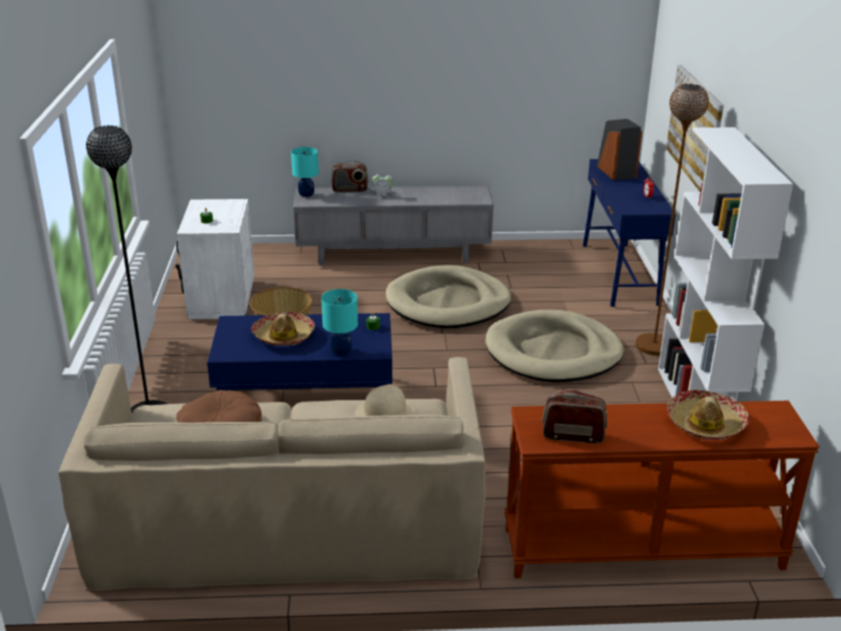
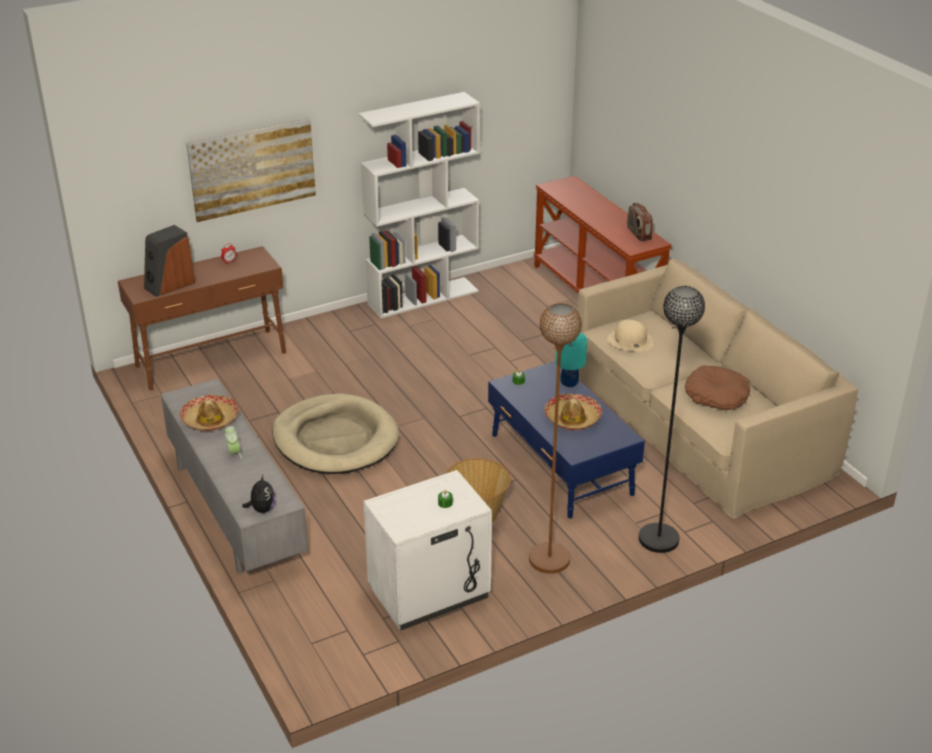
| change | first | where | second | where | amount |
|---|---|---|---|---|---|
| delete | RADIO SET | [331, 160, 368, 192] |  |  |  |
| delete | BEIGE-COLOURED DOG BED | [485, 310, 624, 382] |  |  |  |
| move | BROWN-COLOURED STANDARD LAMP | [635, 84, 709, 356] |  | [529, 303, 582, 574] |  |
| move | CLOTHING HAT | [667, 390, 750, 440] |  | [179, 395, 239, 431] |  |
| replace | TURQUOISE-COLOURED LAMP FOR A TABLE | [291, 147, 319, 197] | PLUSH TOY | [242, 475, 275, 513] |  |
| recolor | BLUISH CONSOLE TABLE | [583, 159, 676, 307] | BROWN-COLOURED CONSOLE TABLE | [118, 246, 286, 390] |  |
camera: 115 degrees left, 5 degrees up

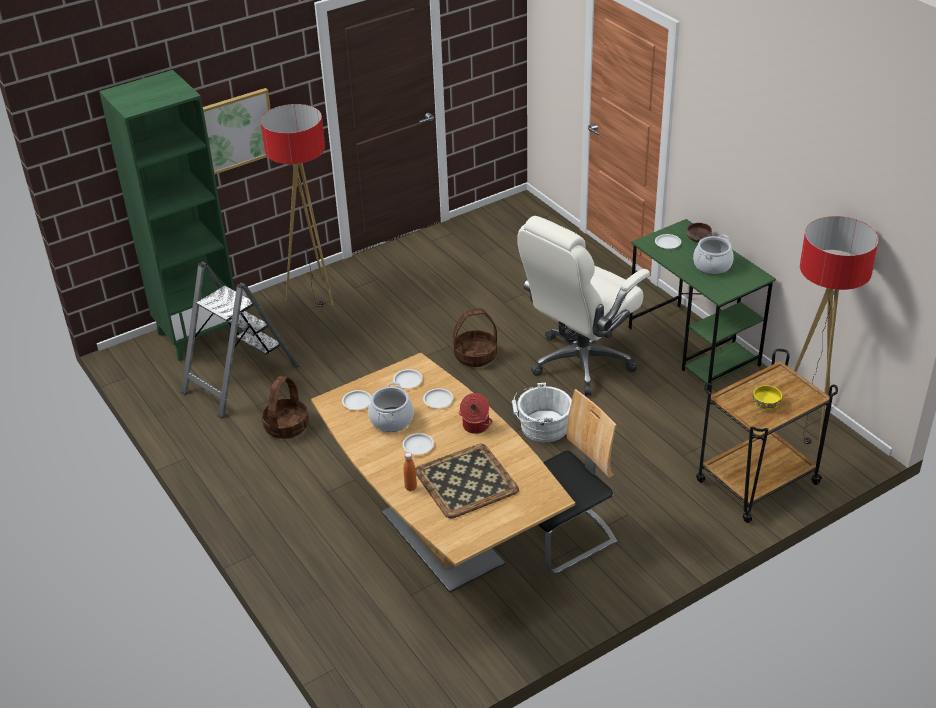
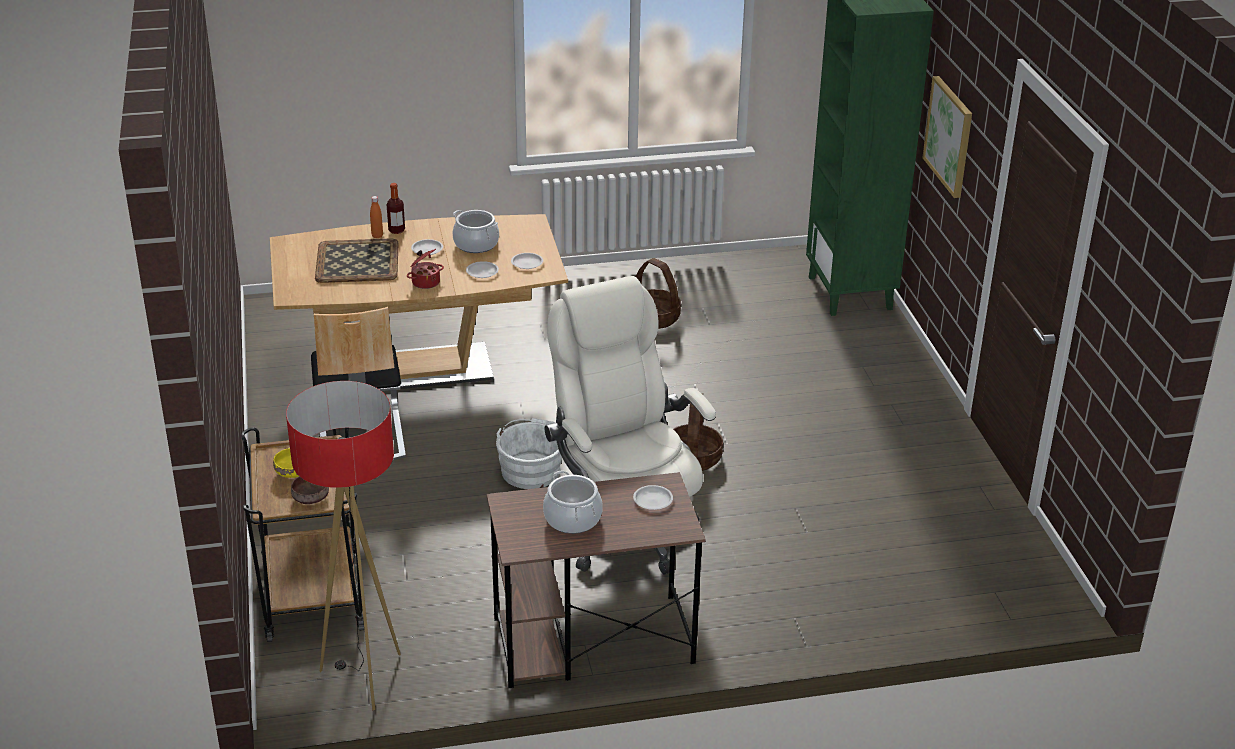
| change | first | where | second | where | amount |
|---|---|---|---|---|---|
| delete | GRAY STEP LADDER | [181, 261, 300, 419] |  |  |  |
| delete | STANDARD LAMP | [261, 104, 333, 307] |  |  |  |
| delete | WHITE-COLOURED FLAT DISH | [342, 390, 372, 410] |  |  |  |
| insert |  |  | BOTTLE | [387, 183, 405, 234] |  |
| move | BROWN-COLOURED DEEP DISH | [687, 223, 712, 242] |  | [291, 476, 329, 504] |  |
| recolor | GREENISH DESK | [629, 219, 776, 391] | BROWN-COLOURED DESK | [487, 472, 706, 688] |  |
camera: 110 degrees right, 5 degrees down

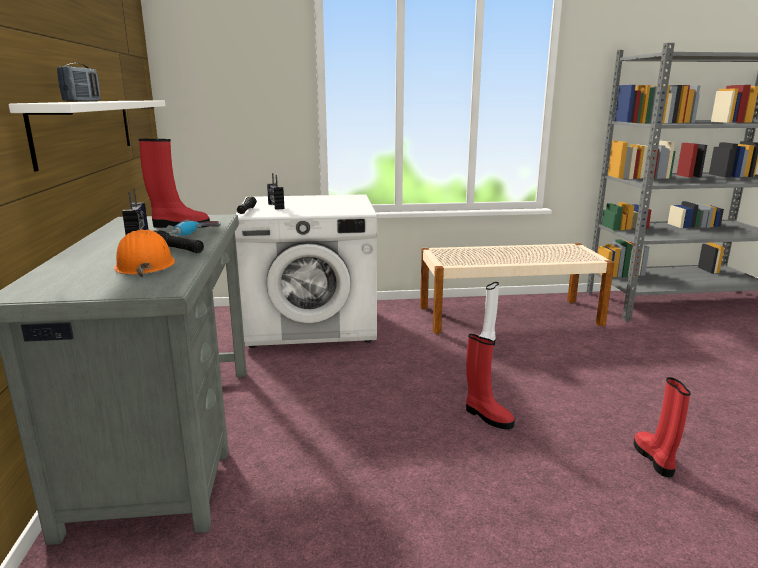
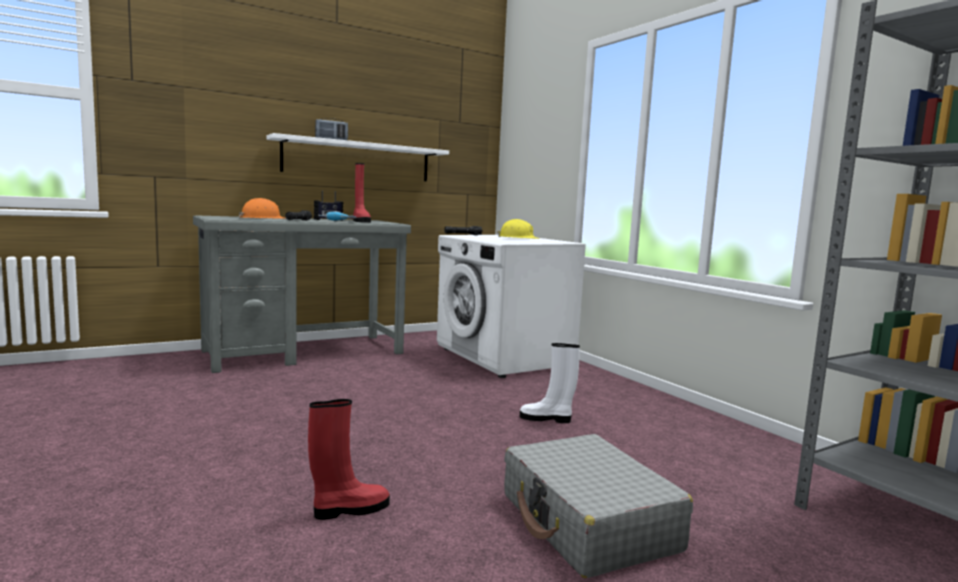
| change | first | where | second | where | amount |
|---|---|---|---|---|---|
| delete | RADIO SET | [267, 173, 284, 210] |  |  |  |
| delete | BEIGE-COLOURED LONG SEAT | [420, 243, 614, 334] |  |  |  |
| delete | REDDISH HIGH-TOP BOOT | [466, 334, 515, 430] |  |  |  |
| insert |  |  | YELLOWISH SAFETY HELMET | [497, 219, 540, 239] |  |
| insert |  |  | GRAY TRAVEL CASE | [504, 434, 693, 578] |  |
camera: 65 degrees right, 10 degrees down

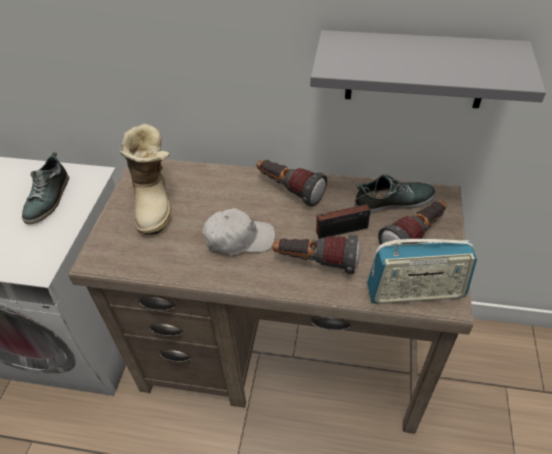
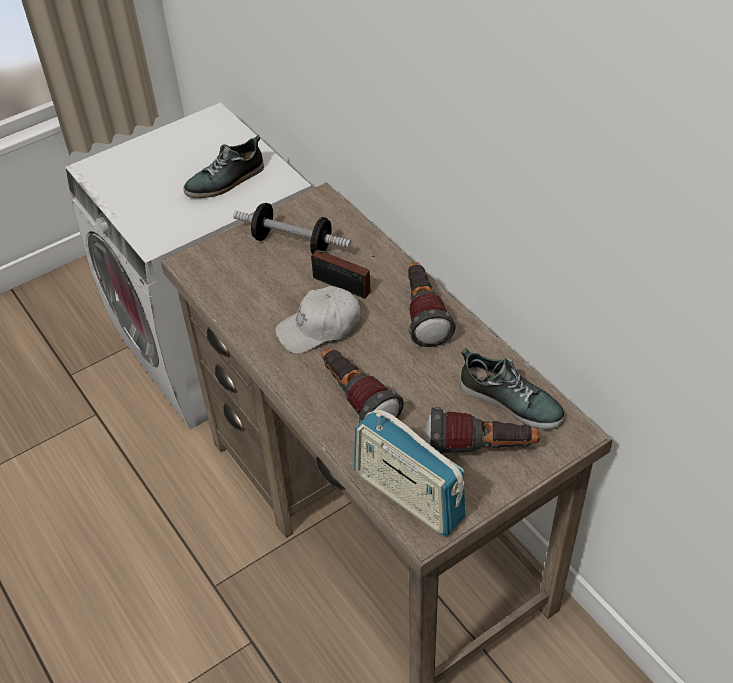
| change | first | where | second | where | amount |
|---|---|---|---|---|---|
| delete | GRAY WALL SHELF | [310, 30, 546, 108] |  |  |  |
| move | RADIO SET | [316, 190, 376, 239] |  | [311, 250, 374, 299] |  |
| replace | HIGH-TOP BOOT | [120, 123, 172, 235] | DUMBBELL | [233, 203, 351, 254] |  |
| rotate | WHITE-COLOURED CAP | [203, 208, 275, 255] |  | [275, 286, 361, 354] | 120 degrees clockwise |
camera: 45 degrees right, 0 degrees up

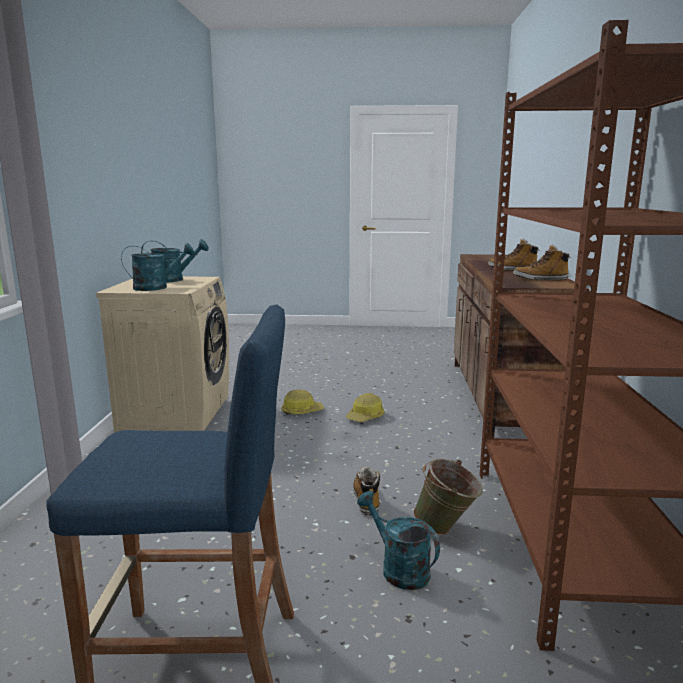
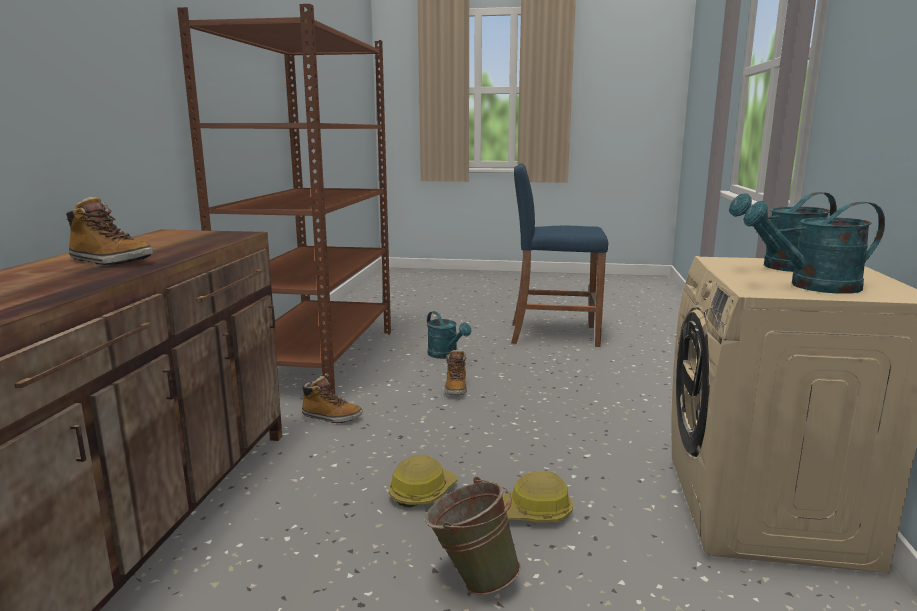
| change | first | where | second | where | amount |
|---|---|---|---|---|---|
| move | GREENISH WATER BUCKET | [413, 458, 483, 535] |  | [425, 477, 521, 595] |  |
| move | HIGH-TOP BOOT | [513, 245, 571, 281] |  | [301, 376, 363, 423] |  |
camera: 175 degrees left, 0 degrees up

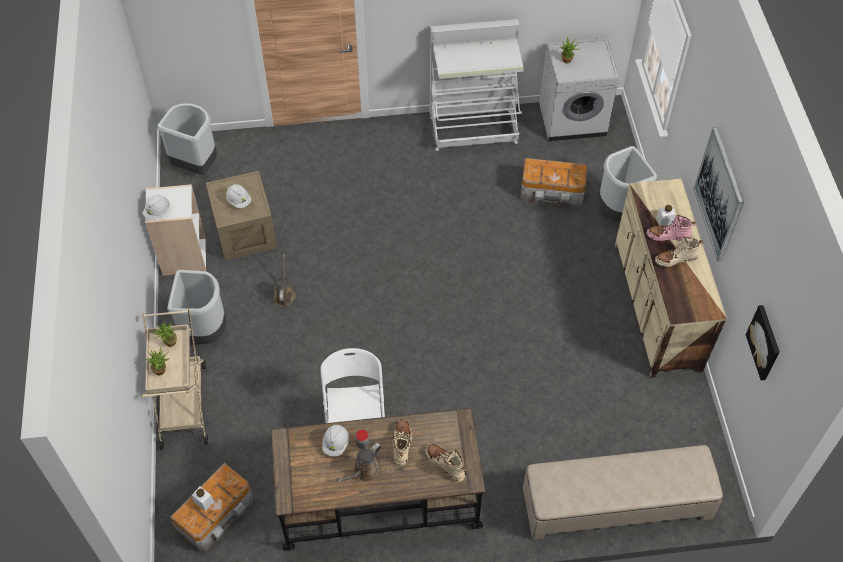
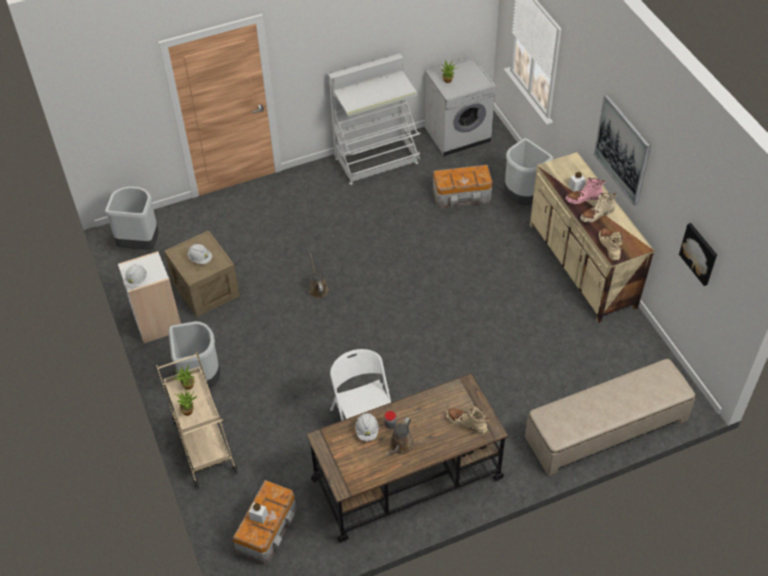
| change | first | where | second | where | amount |
|---|---|---|---|---|---|
| move | BROWN-COLOURED WATERING POT | [273, 254, 296, 306] |  | [309, 253, 329, 298] |  |
| move | BEIGE-COLOURED HIGH-TOP BOOT | [392, 419, 412, 466] |  | [599, 228, 623, 261] |  |
camera: 15 degrees left, 5 degrees down

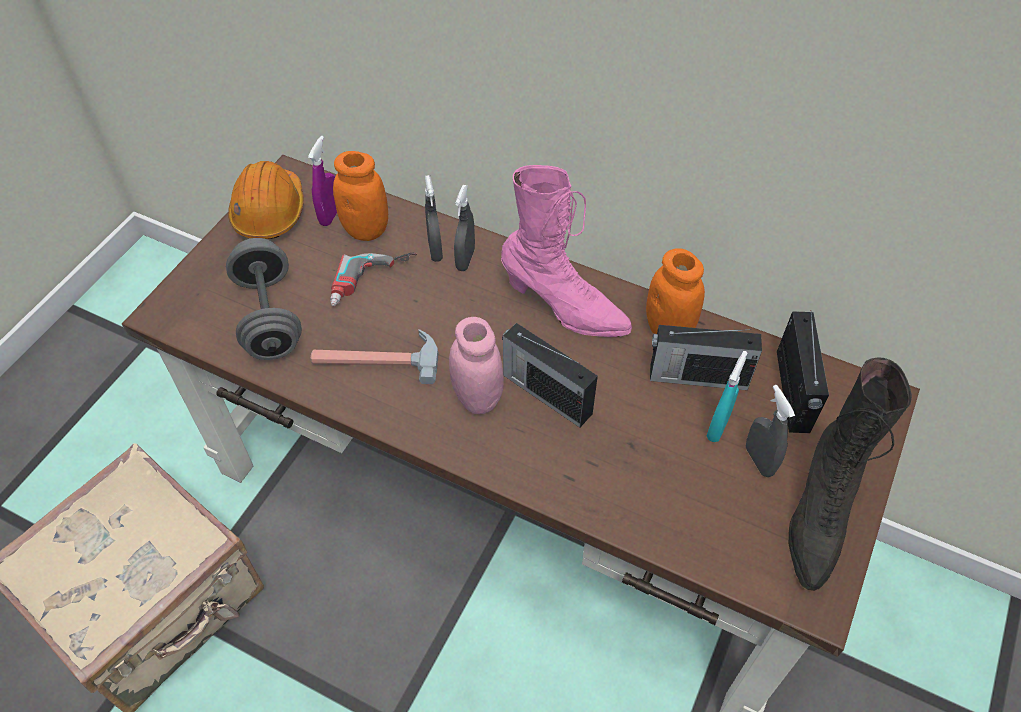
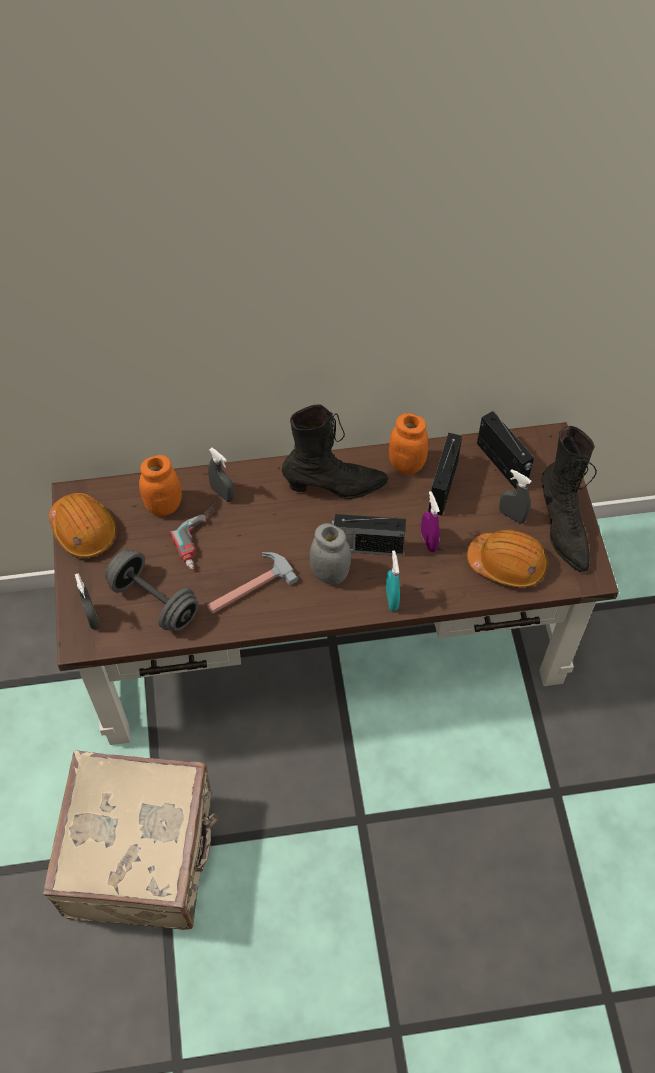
| change | first | where | second | where | amount |
|---|---|---|---|---|---|
| insert |  |  | ORANGEY SAFETY HELMET | [467, 530, 548, 588] |  |
| move | PURPLISH SPRAY BOTTLE | [308, 136, 337, 226] |  | [421, 491, 440, 552] |  |
| move | GRAY SPRAY BOTTLE | [454, 185, 475, 271] |  | [75, 573, 100, 629] |  |
| move | TURQUOISE-COLOURED SPRAY BOTTLE | [707, 351, 747, 442] |  | [386, 550, 400, 611] |  |
| recolor | PINK-COLOURED JAR | [449, 317, 504, 414] | GRAY JAR | [309, 523, 351, 585] |  |
| recolor | PINK-COLOURED HIGH-TOP BOOT | [501, 165, 632, 337] | BLACK-COLOURED HIGH-TOP BOOT | [282, 404, 388, 499] |  |
| rotate | RADIO SET | [650, 325, 762, 390] |  | [428, 433, 462, 516] | 135 degrees clockwise |
camera: 35 degrees left, 5 degrees up

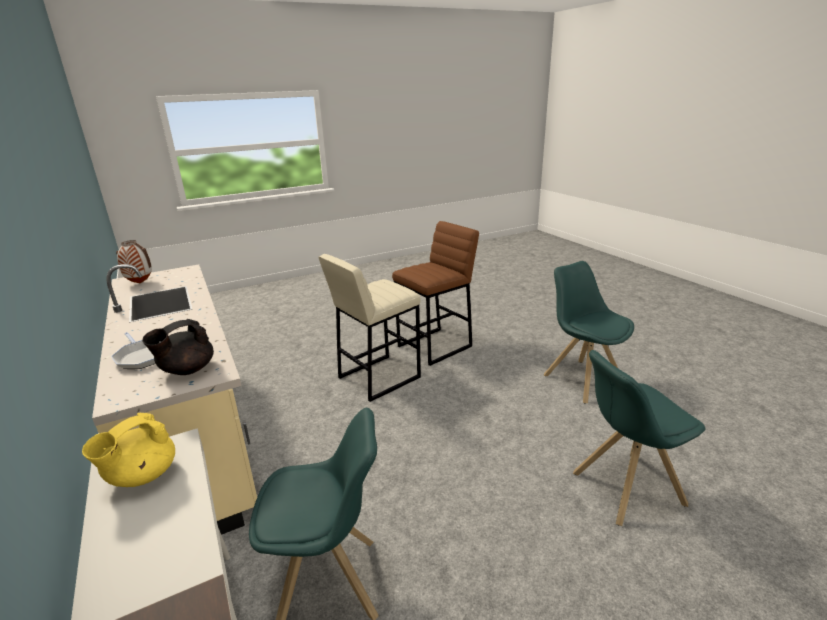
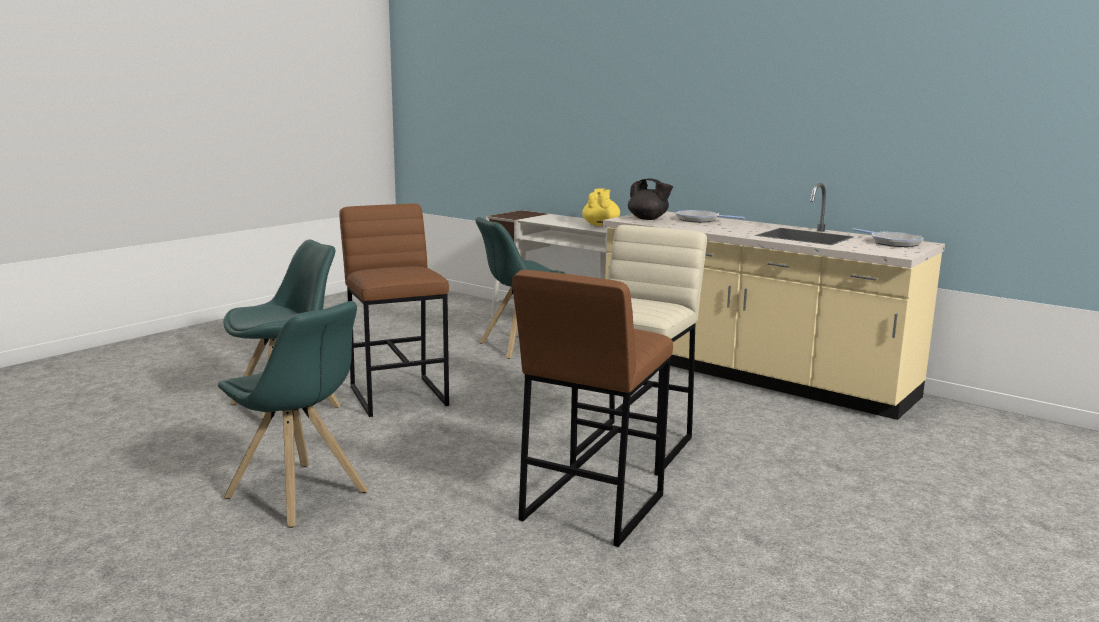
| change | first | where | second | where | amount |
|---|---|---|---|---|---|
| insert |  |  | BROWN-COLOURED SITTING STOOL | [339, 204, 449, 417] |  |
| replace | VASE | [116, 240, 152, 283] | SKILLET | [852, 228, 924, 247] |  |
| rotate | BLACK-COLOURED TEA POT | [142, 319, 214, 375] |  | [628, 179, 673, 220] | 105 degrees clockwise |
camera: 155 degrees right, 10 degrees down

